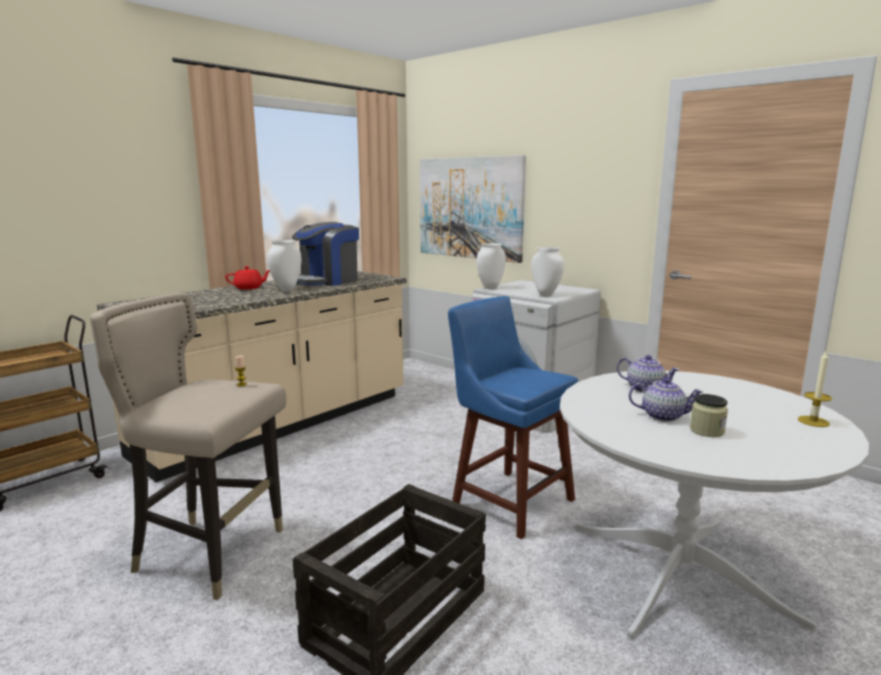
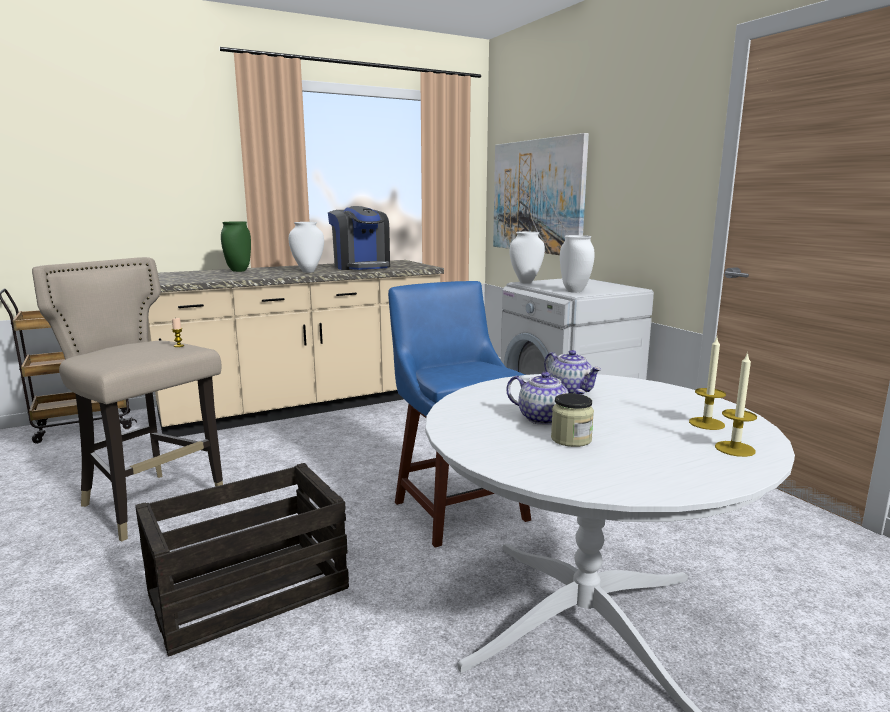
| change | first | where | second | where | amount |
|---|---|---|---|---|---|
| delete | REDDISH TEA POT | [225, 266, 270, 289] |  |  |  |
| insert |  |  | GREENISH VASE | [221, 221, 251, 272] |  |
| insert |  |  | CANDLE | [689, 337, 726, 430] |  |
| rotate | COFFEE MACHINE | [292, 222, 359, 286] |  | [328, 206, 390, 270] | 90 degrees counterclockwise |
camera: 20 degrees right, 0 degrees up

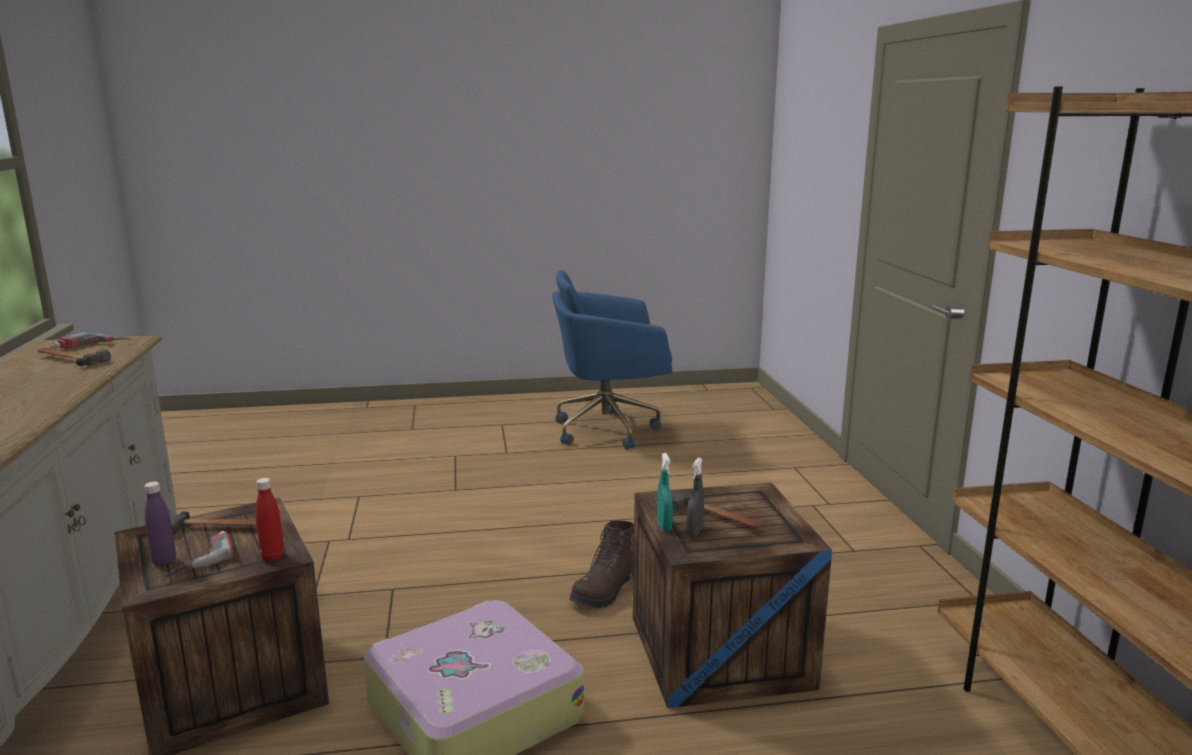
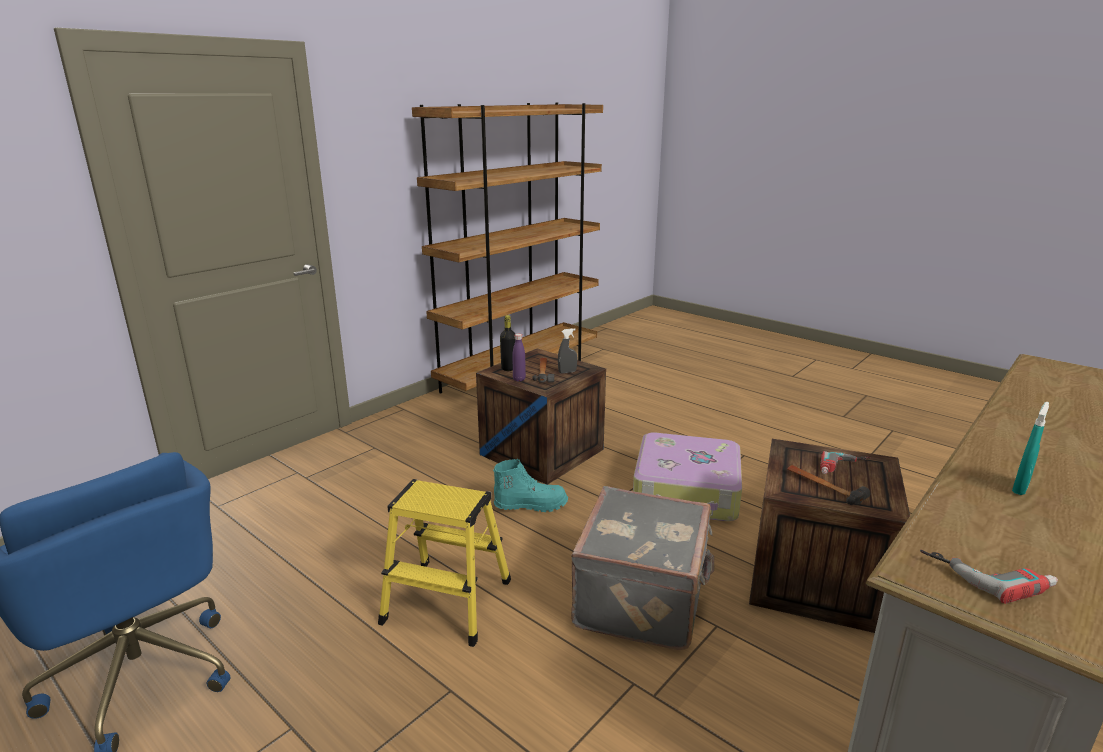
| change | first | where | second | where | amount |
|---|---|---|---|---|---|
| delete | HAND HAMMER | [37, 348, 111, 366] |  |  |  |
| delete | REDDISH BOTTLE | [256, 478, 284, 562] |  |  |  |
| insert |  |  | YELLOWISH STEP LADDER | [378, 479, 511, 647] |  |
| insert |  |  | BLACK-COLOURED BOTTLE | [500, 315, 515, 371] |  |
| insert |  |  | GRAY TRAVEL CASE | [571, 486, 714, 650] |  |
| move | PURPLISH BOTTLE | [144, 481, 176, 566] |  | [512, 334, 526, 381] |  |
| move | TURQUOISE-COLOURED SPRAY BOTTLE | [657, 453, 673, 531] |  | [1012, 402, 1049, 495] |  |
| recolor | BROWN-COLOURED HIGH-TOP BOOT | [569, 521, 634, 608] | TURQUOISE-COLOURED HIGH-TOP BOOT | [493, 459, 568, 512] |  |
camera: 130 degrees left, 5 degrees up

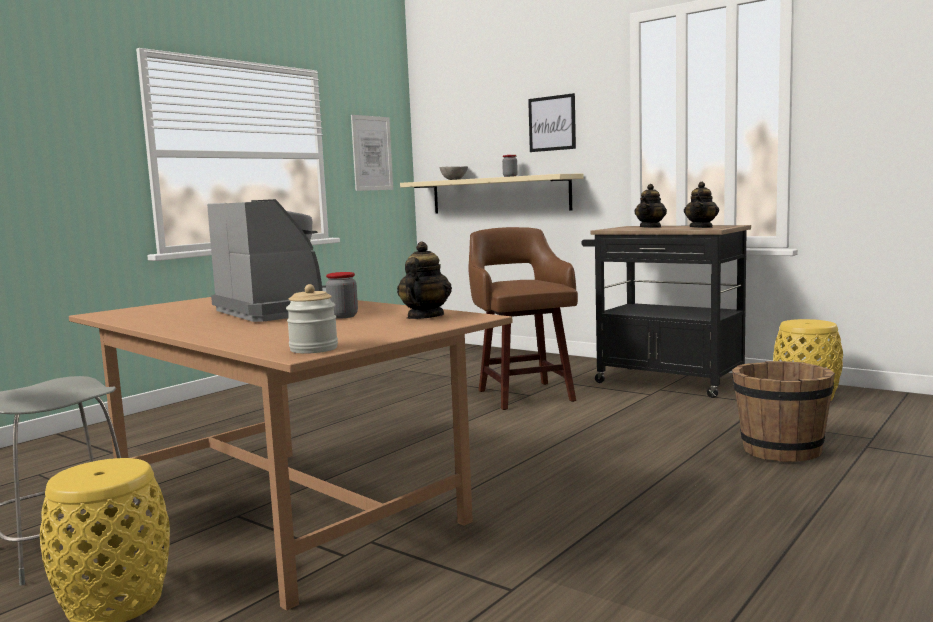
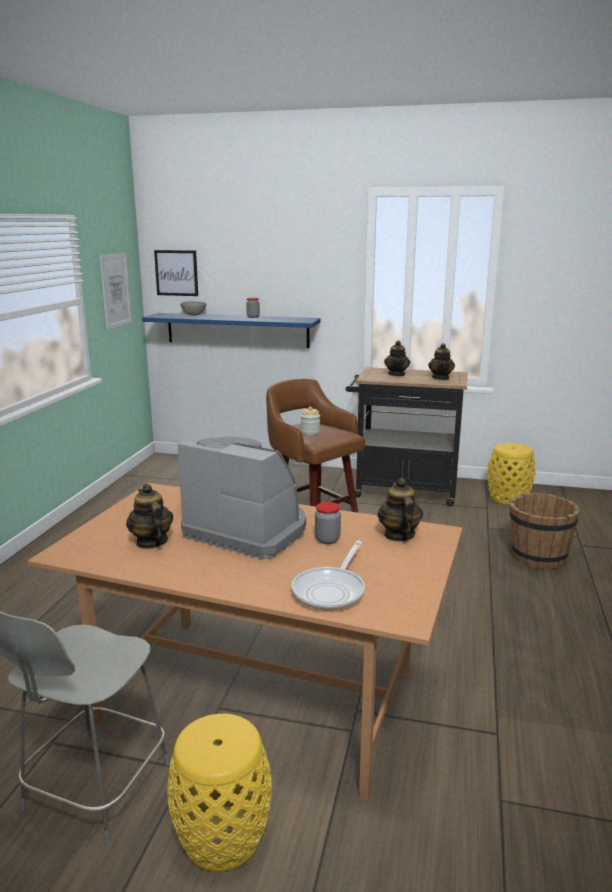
| change | first | where | second | where | amount |
|---|---|---|---|---|---|
| insert |  |  | TEA POT | [126, 484, 173, 549] |  |
| insert |  |  | SKILLET | [292, 541, 365, 610] |  |
| move | JAR | [286, 284, 338, 354] |  | [300, 407, 320, 435] |  |
| move | PICTURE | [528, 93, 576, 152] |  | [154, 250, 198, 296] |  |
| recolor | BEIGE-COLOURED WALL SHELF | [400, 174, 583, 213] | BLUISH WALL SHELF | [142, 313, 321, 348] |  |
camera: 25 degrees left, 10 degrees up

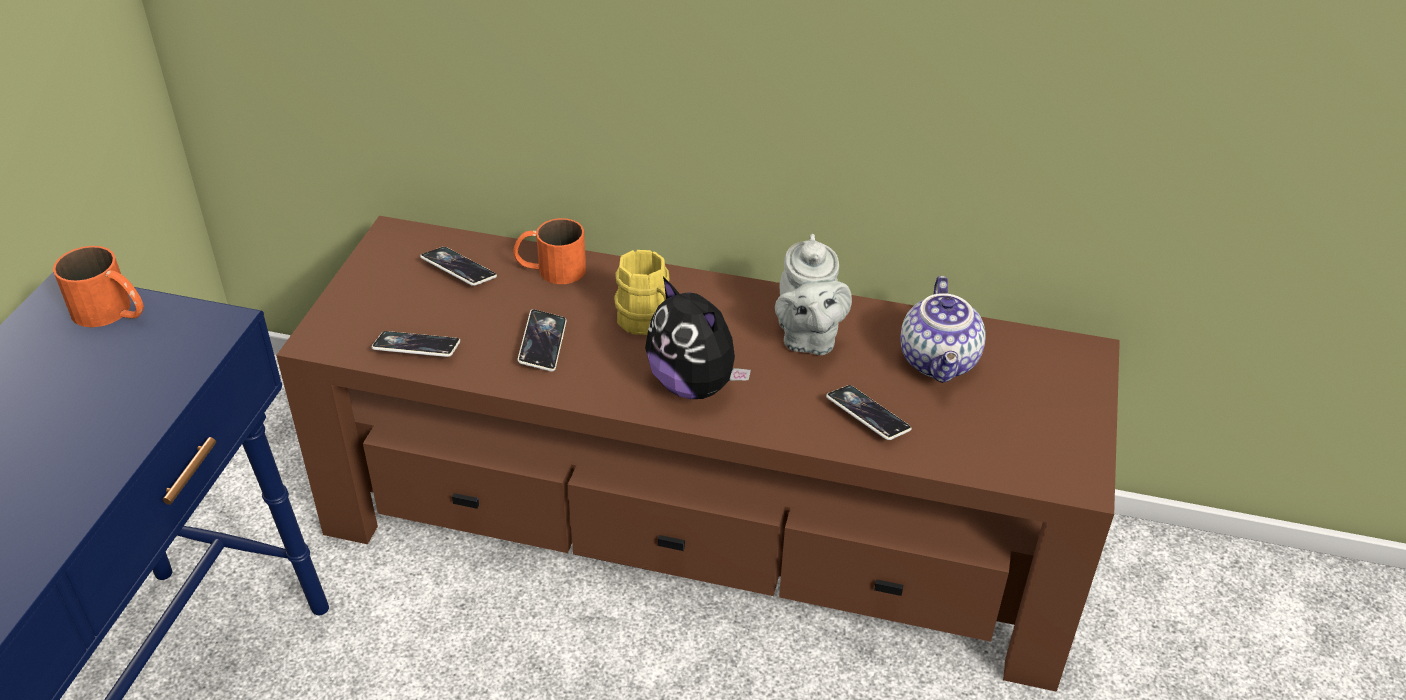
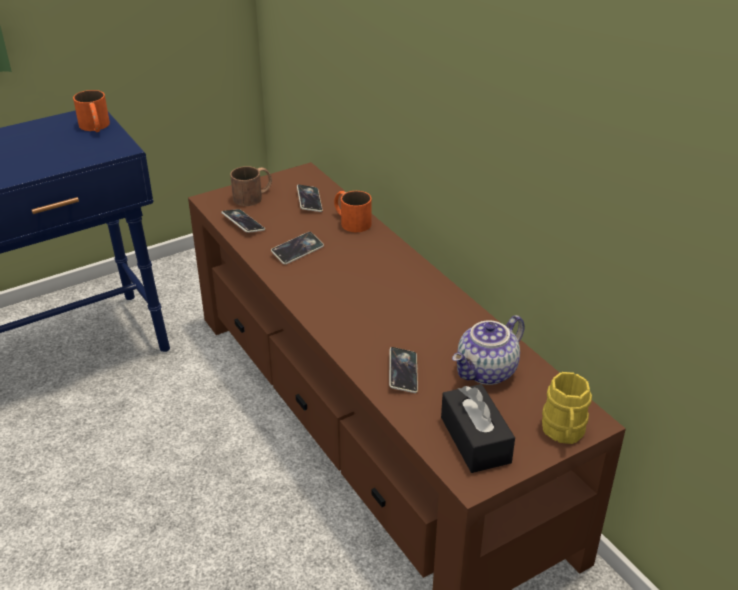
| change | first | where | second | where | amount |
|---|---|---|---|---|---|
| delete | PLUSH TOY | [645, 277, 751, 399] |  |  |  |
| delete | GRAY TEA POT | [775, 234, 852, 355] |  |  |  |
| insert |  |  | BROWN-COLOURED MUG | [230, 166, 272, 206] |  |
| insert |  |  | BLACK-COLOURED TISSUE BOX | [441, 384, 515, 473] |  |
| move | YELLOWISH MUG | [614, 250, 669, 335] |  | [542, 372, 592, 444] |  |
camera: 45 degrees right, 5 degrees down

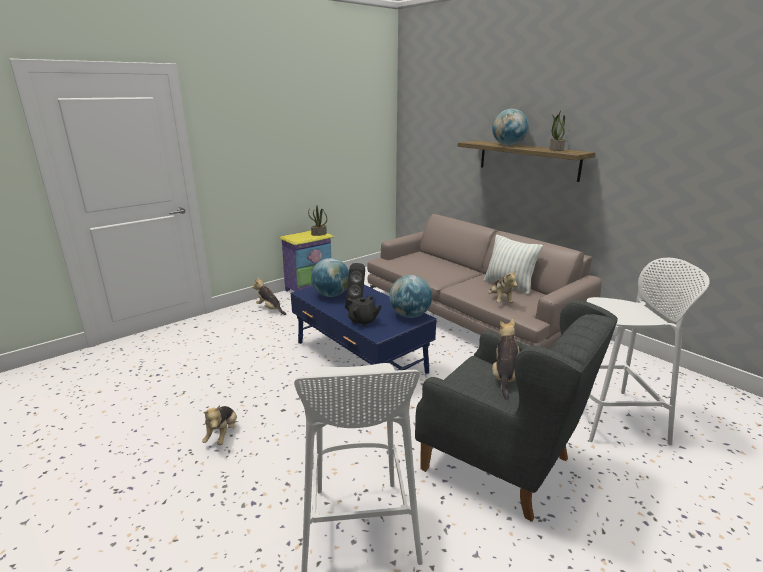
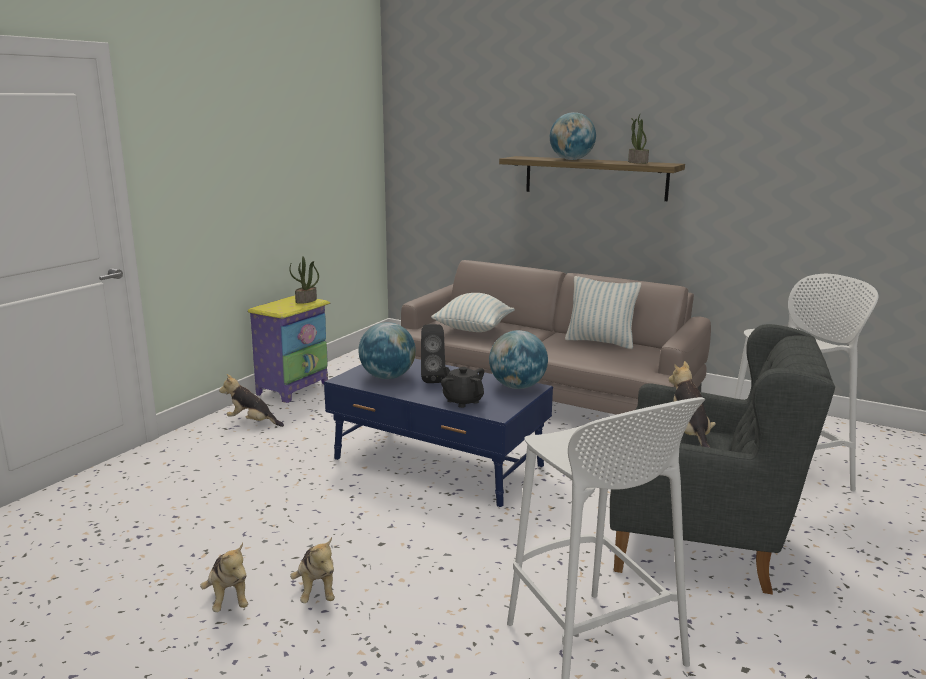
| change | first | where | second | where | amount |
|---|---|---|---|---|---|
| insert |  |  | THROW PILLOW | [431, 293, 515, 332] |  |
| move | PLUSH TOY | [488, 271, 517, 303] |  | [200, 543, 248, 612] |  |
| rotate | BLACK-COLOURED TEA POT | [345, 296, 382, 326] |  | [441, 367, 484, 408] | 135 degrees counterclockwise |
camera: 20 degrees left, 5 degrees down

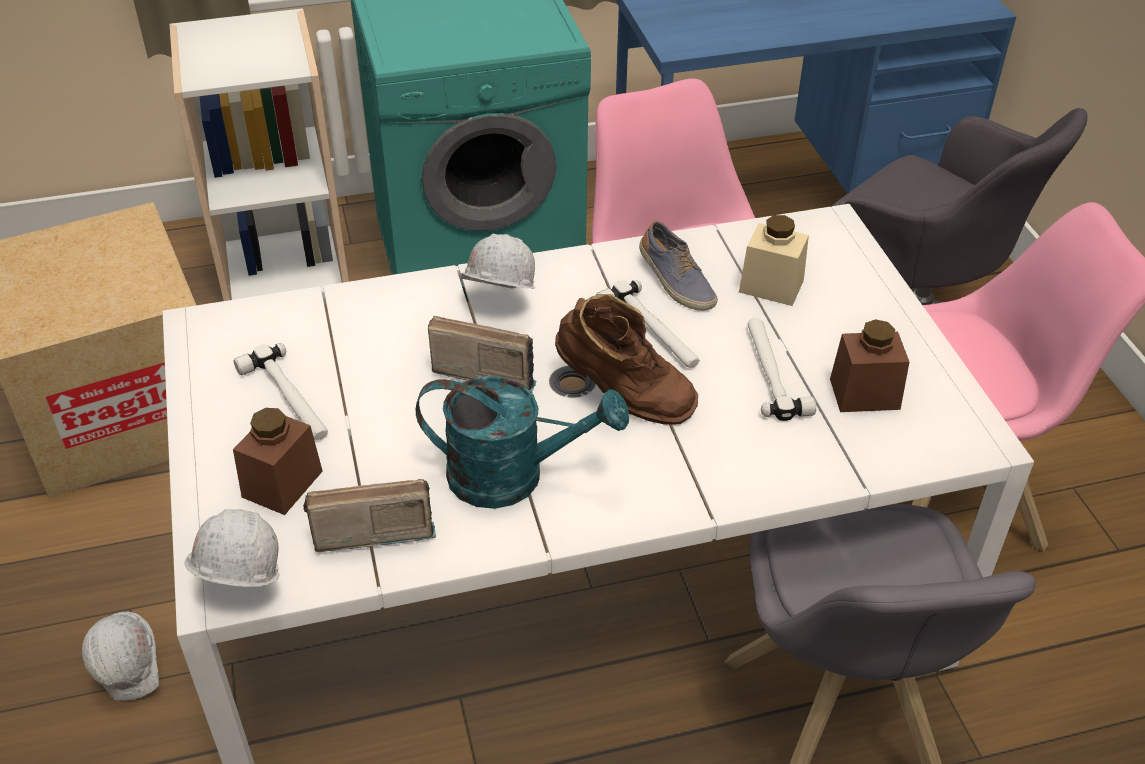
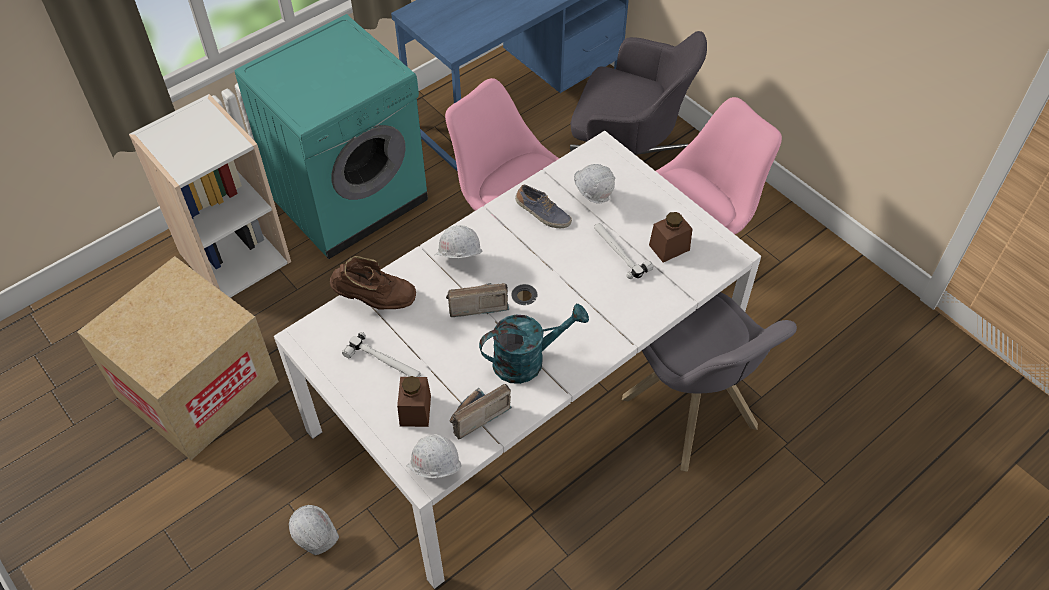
| change | first | where | second | where | amount |
|---|---|---|---|---|---|
| delete | HAND HAMMER | [596, 280, 699, 368] |  |  |  |
| move | BROWN-COLOURED HIGH-TOP BOOT | [555, 294, 698, 424] |  | [330, 256, 416, 309] |  |
| replace | BEIGE-COLOURED JAR | [739, 215, 809, 306] | WHITE-COLOURED SAFETY HELMET | [574, 164, 615, 204] |  |
camera: 25 degrees left, 10 degrees up

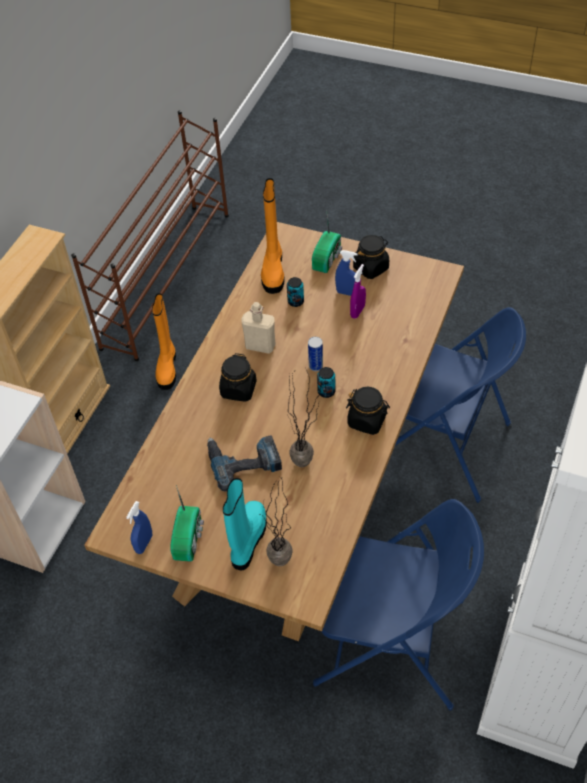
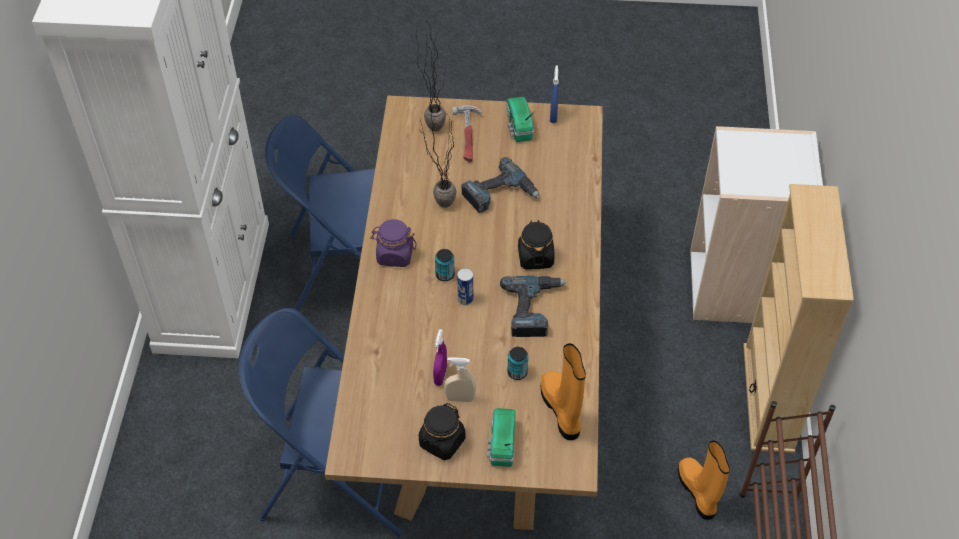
| change | first | where | second | where | amount |
|---|---|---|---|---|---|
| replace | TURQUOISE-COLOURED HIGH-TOP BOOT | [223, 478, 266, 570] | HAND HAMMER | [452, 105, 482, 162] |  |
| replace | BEIGE-COLOURED BOTTLE | [241, 302, 276, 354] | ELECTRIC DRILL | [500, 276, 567, 337] |  |
| recolor | BLUISH SPRAY BOTTLE | [335, 250, 358, 296] | BEIGE-COLOURED SPRAY BOTTLE | [444, 357, 476, 402] |  |
| recolor | BLACK-COLOURED JAR | [346, 387, 390, 435] | PURPLISH JAR | [371, 219, 417, 267] |  |
camera: 160 degrees right, 0 degrees up

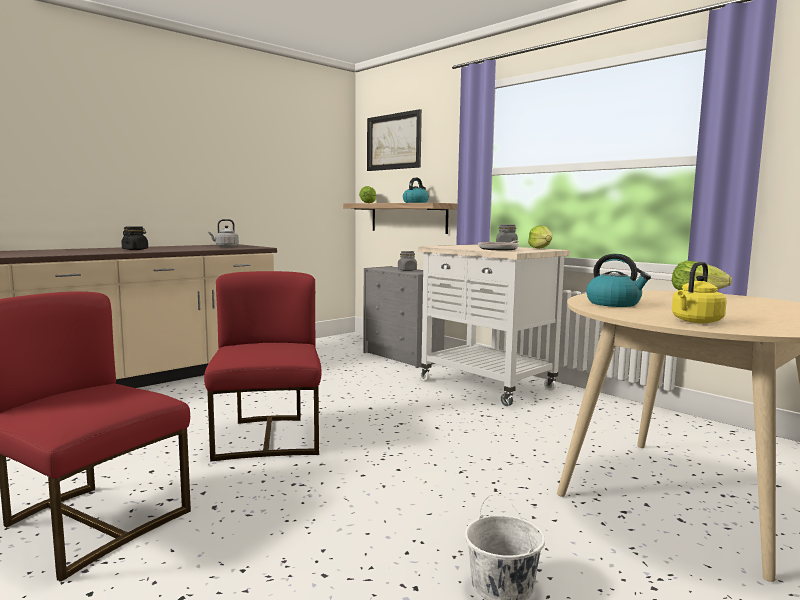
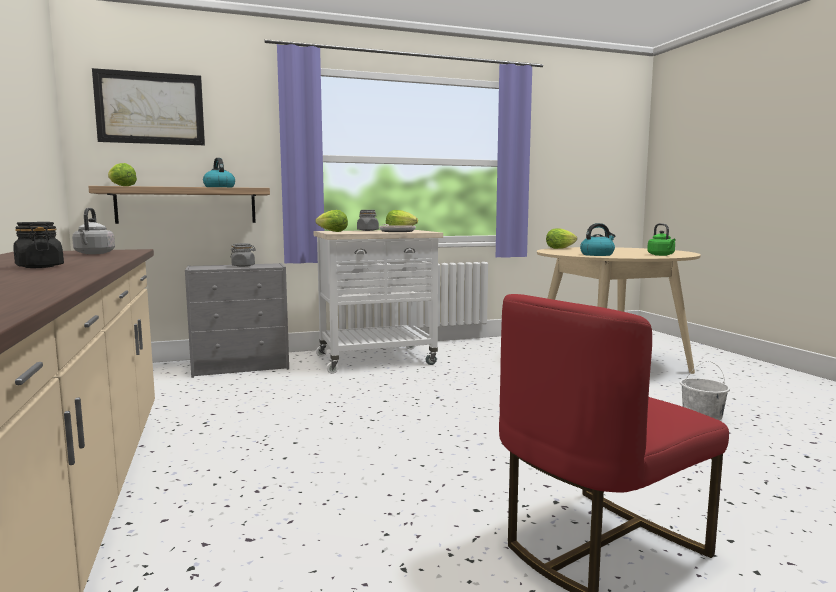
| change | first | where | second | where | amount |
|---|---|---|---|---|---|
| delete | REDDISH PLAIN CHAIR | [204, 271, 322, 461] |  |  |  |
| insert |  |  | HEAD OF LETTUCE | [315, 210, 348, 232] |  |
| recolor | YELLOWISH KETTLE | [672, 262, 727, 323] | GREENISH KETTLE | [647, 223, 676, 256] |  |
camera: 65 degrees left, 0 degrees up

